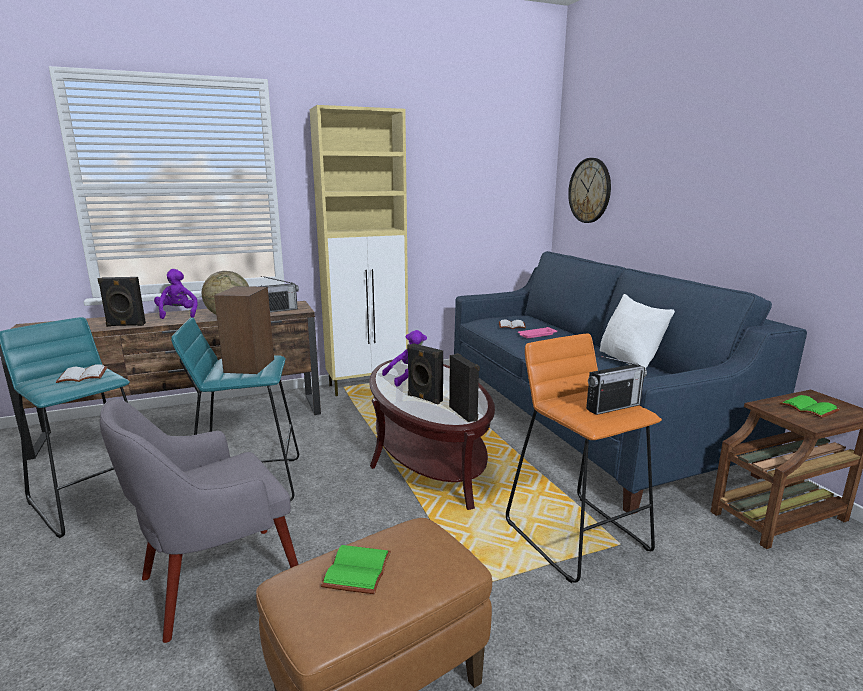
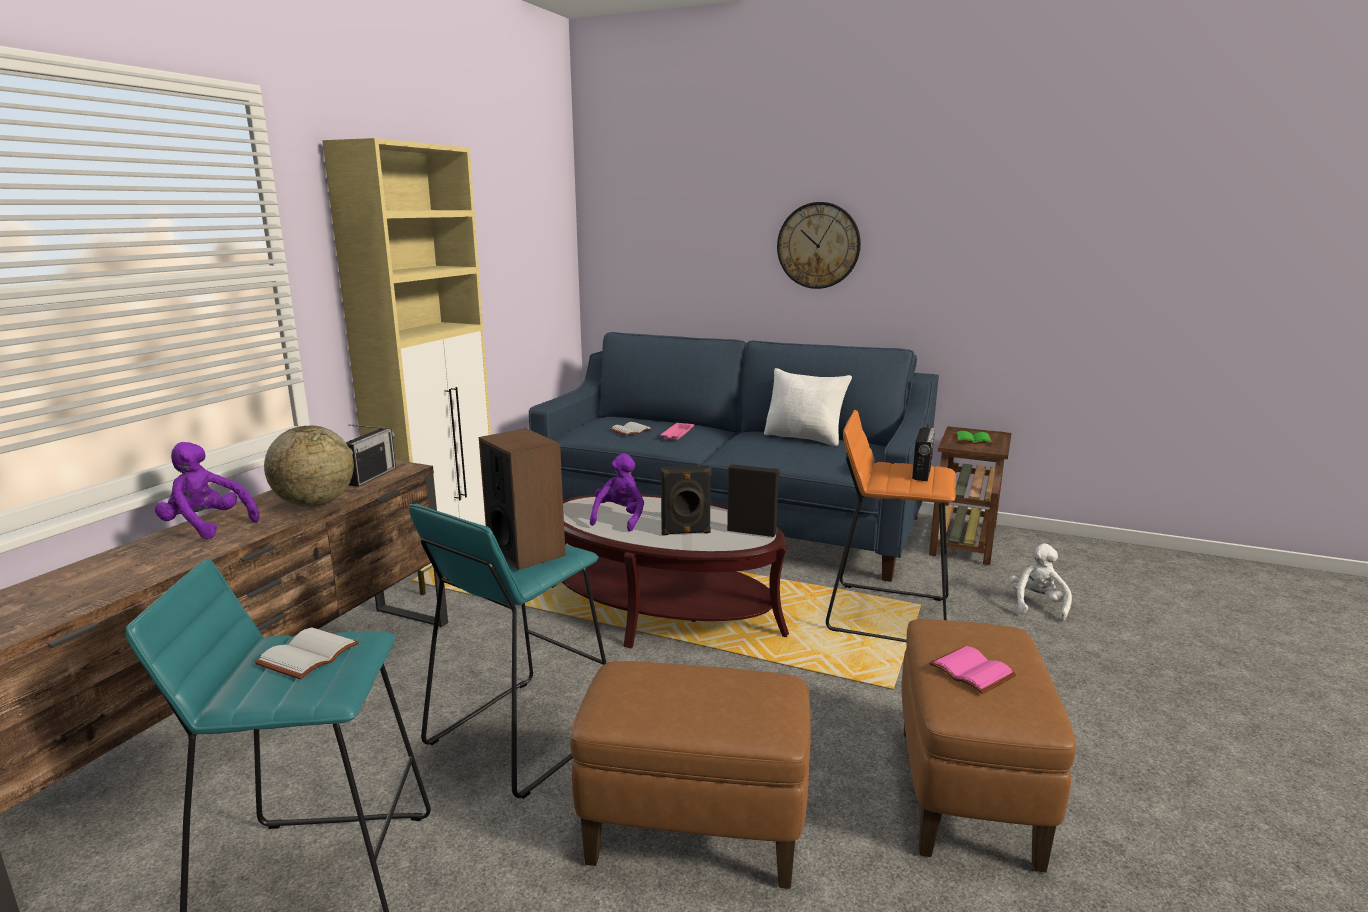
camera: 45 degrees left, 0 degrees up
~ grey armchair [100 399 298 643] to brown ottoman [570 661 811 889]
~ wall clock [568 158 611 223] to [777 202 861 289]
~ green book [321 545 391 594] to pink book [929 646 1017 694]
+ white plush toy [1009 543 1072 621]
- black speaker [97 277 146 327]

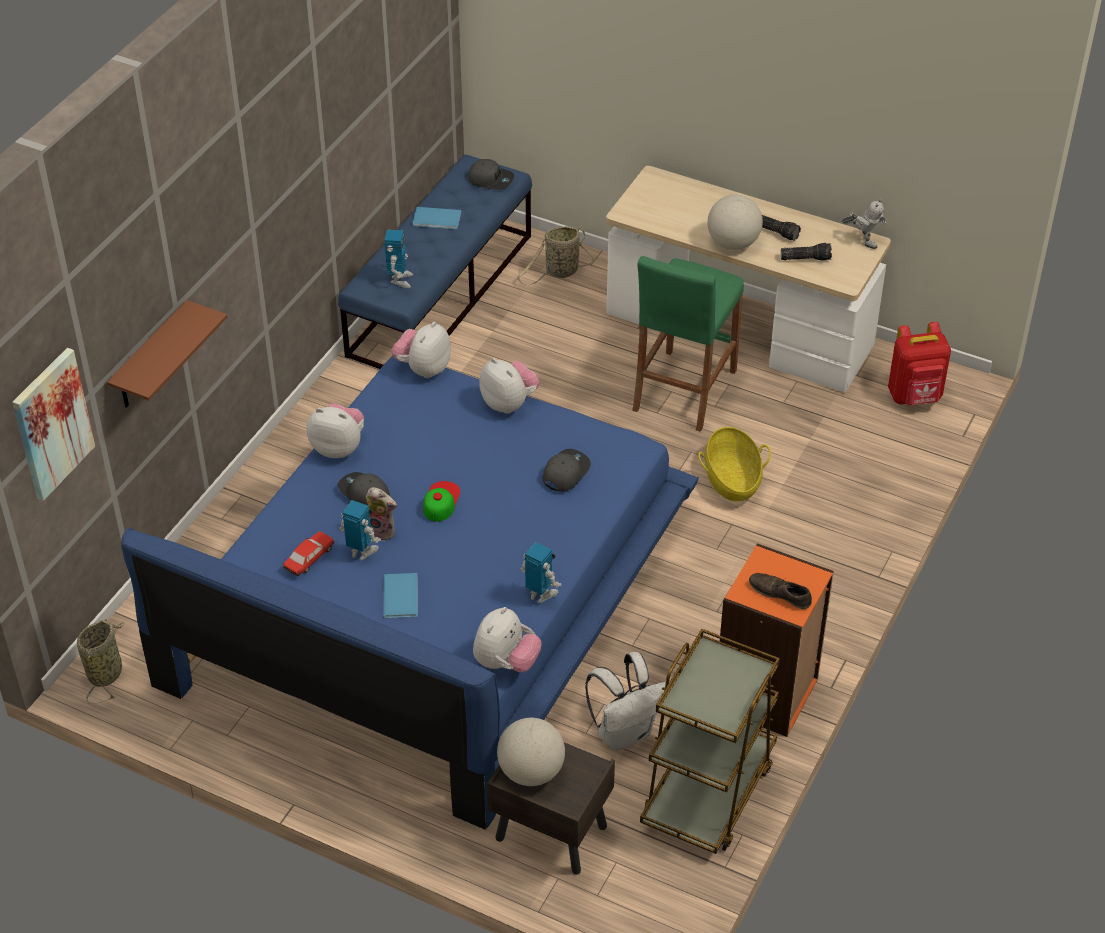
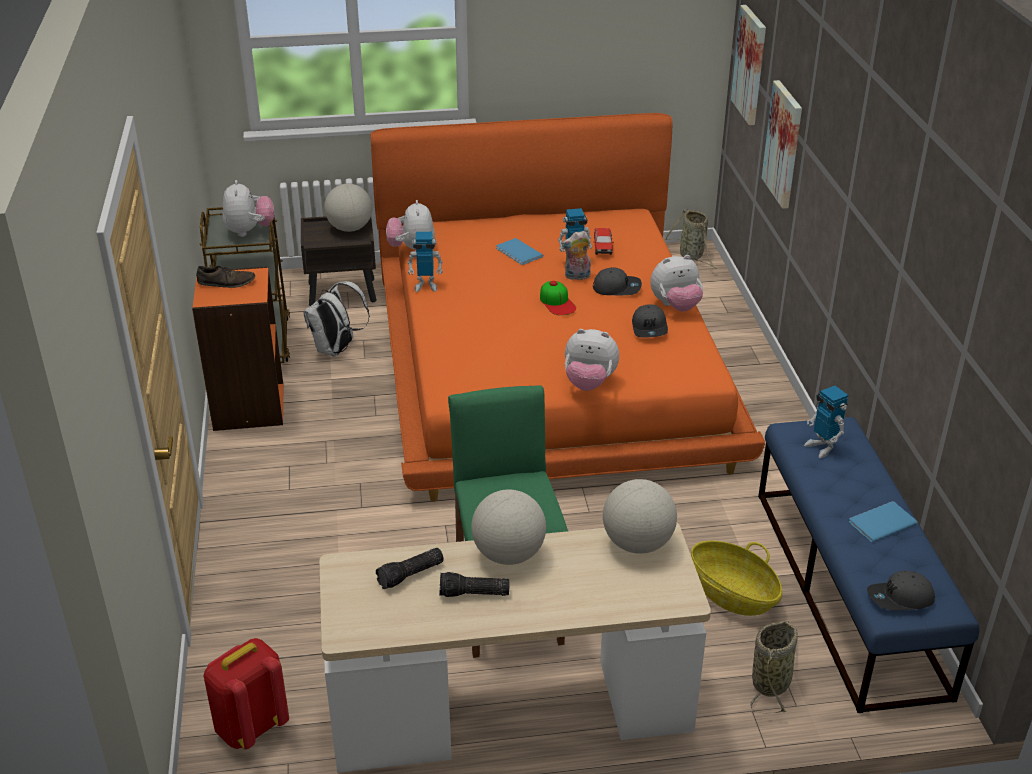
camera: 145 degrees right, 10 degrees down
~ plush toy [391 322 451 378] to [223 180 274 237]
~ blue bed [121 356 699 830] to orange bed [370 113 765 502]
+ globe [603 479 677 554]
~ grey cap [542 449 591 491] to [632 304 668 338]
~ basket [698 427 771 501] to [691 541 782 616]
~ brown shelf [107 300 227 408] to picture [762 80 802 209]
- toy robot [842 199 886 249]

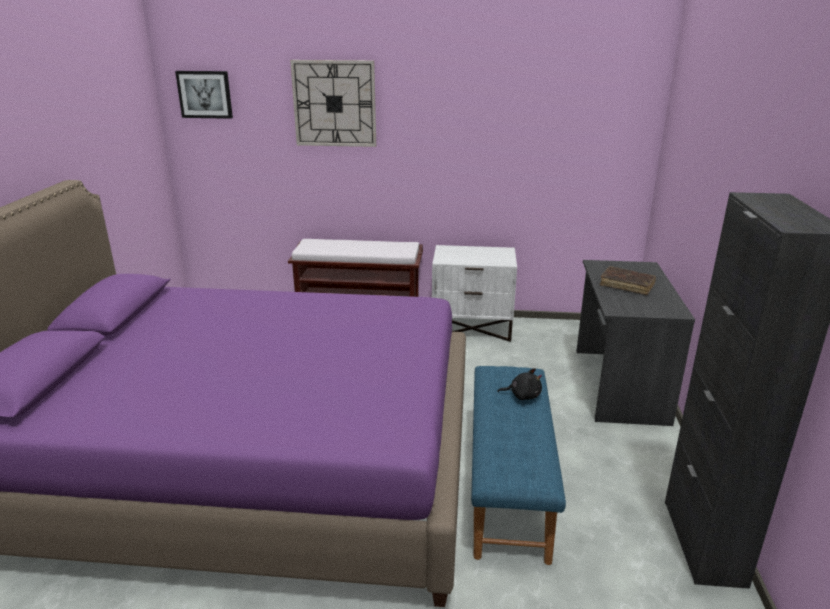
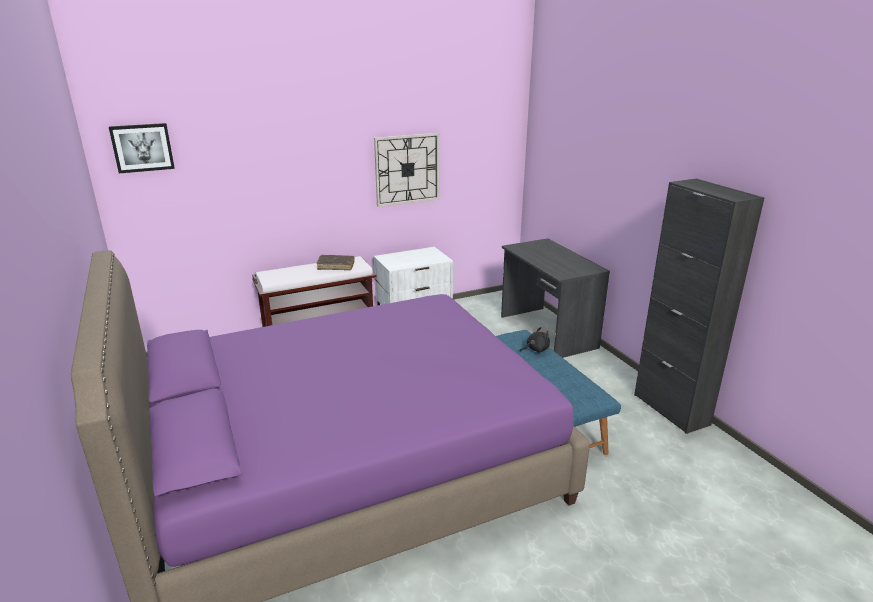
camera: 30 degrees left, 0 degrees up
~ brown book [600 266 656 295] to [317 255 355 270]
~ wall clock [290 60 376 147] to [374 133 439 207]

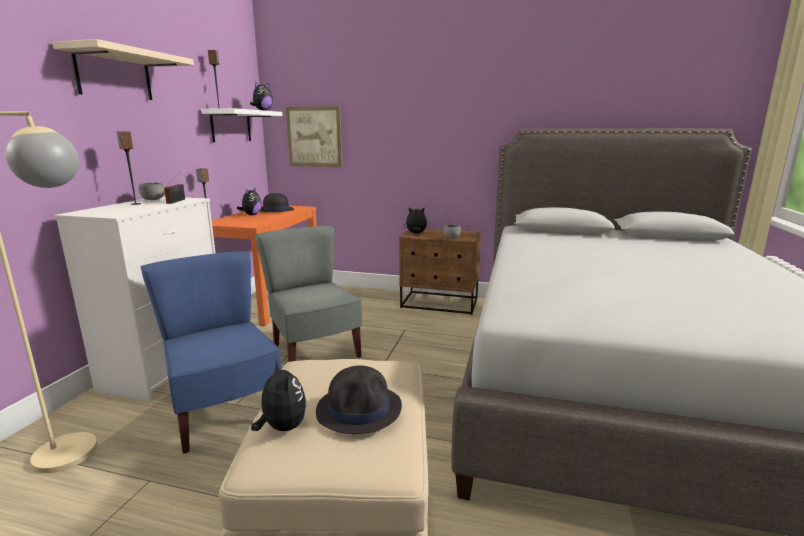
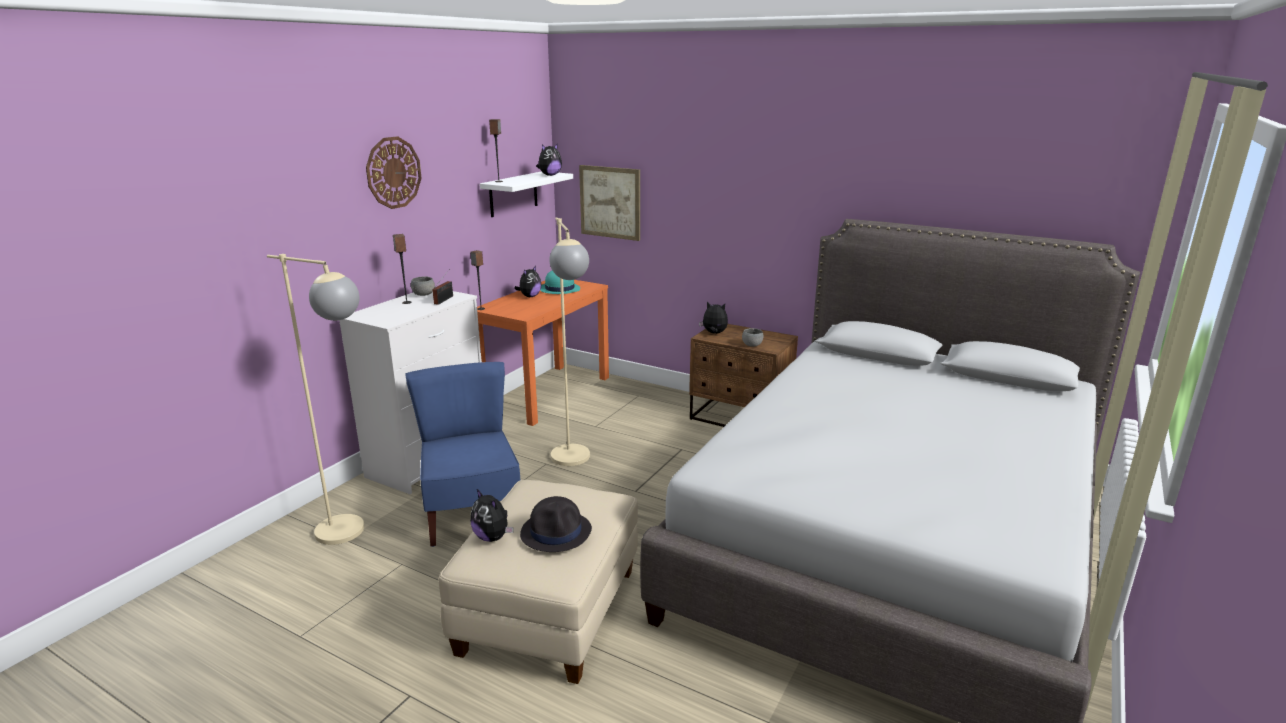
camera: 15 degrees right, 5 degrees up
~ beige shelf [52 39 194 100] to wall clock [366 136 422 209]
~ plush toy [251 361 307 431] = [470 489 514 542] 150 degrees clockwise
~ black hat [260 193 294 212] to turquoise hat [540 271 580 294]
~ grey chair [255 226 362 362] to beige floor lamp [549 217 590 466]

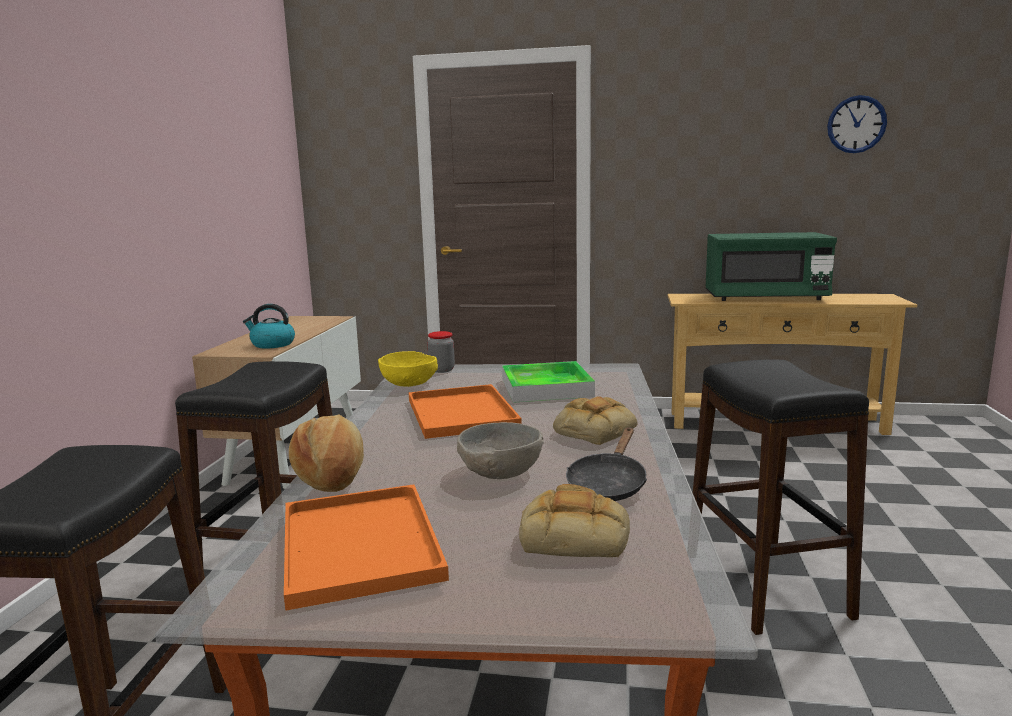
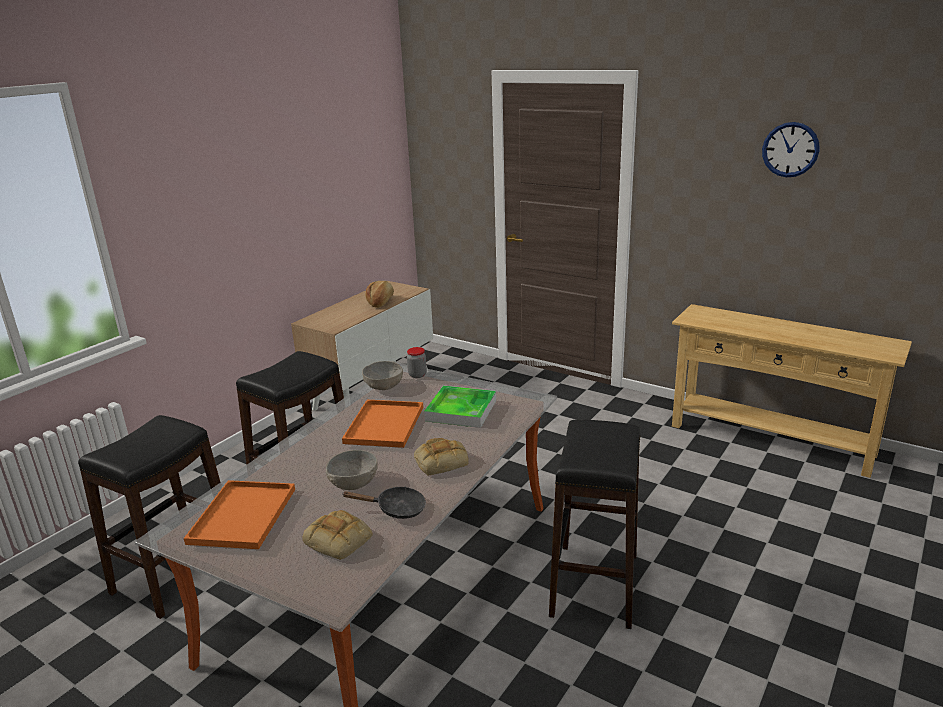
camera: 25 degrees right, 10 degrees up
~ black frying pan [566 428 647 501] = [343 487 426 519] 135 degrees counterclockwise
~ yellow bowl [378 351 438 387] to grey bowl [362 361 403 390]
~ bread [289 414 364 492] to [365 281 394 308]
~ wall clock [827 95 887 153] to [762 122 819 177]
- kettle [243 304 295 348]
- green microwave [706 232 837 301]

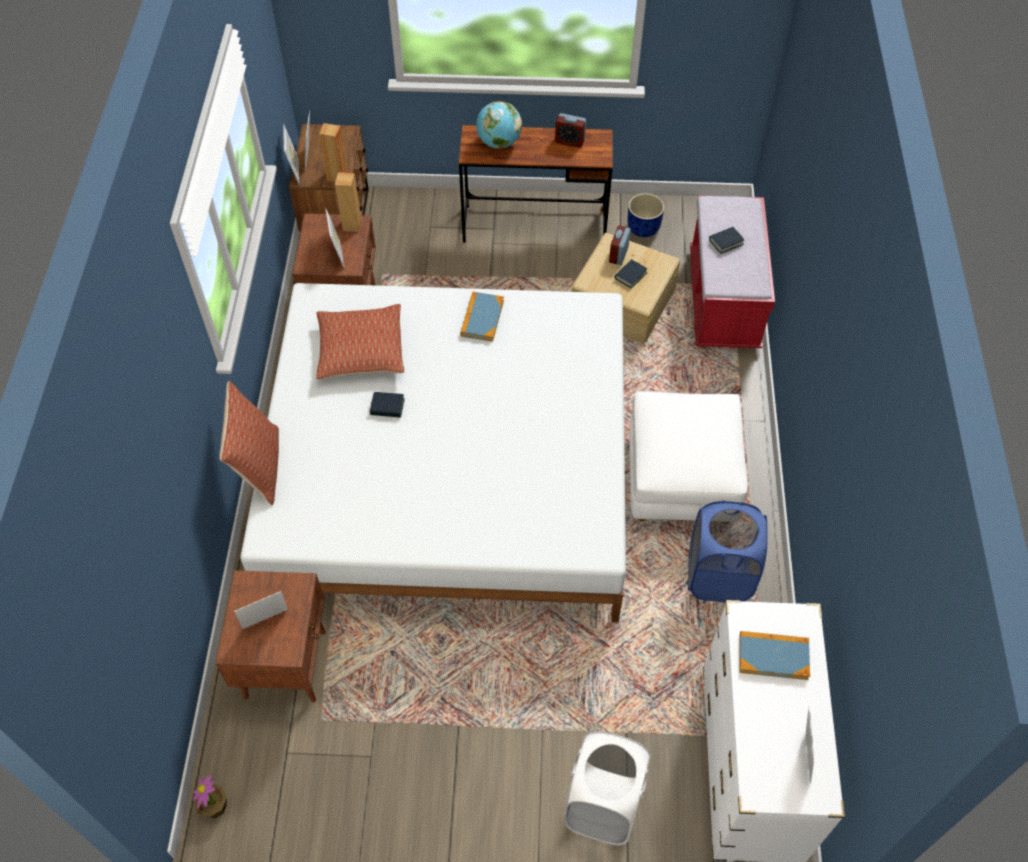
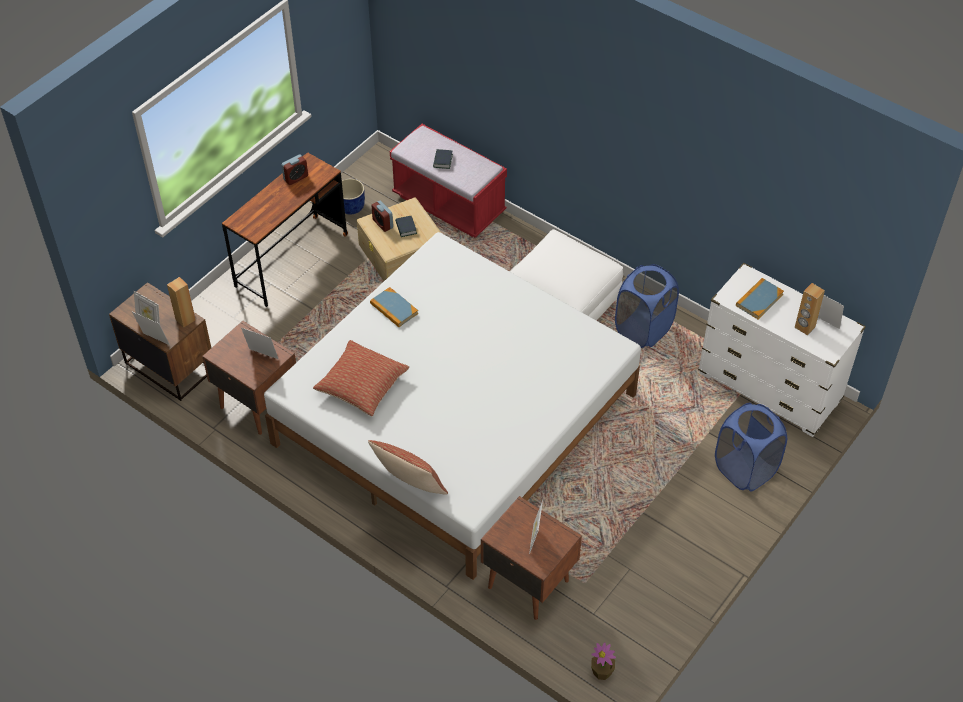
camera: 55 degrees left, 5 degrees down
~ white laundry basket [564 731 651 845] to blue laundry basket [715 403 787 491]
~ brown speaker [335 172 362 232] to [794 283 825 335]
- book [370 392 405 418]
- globe [476 101 522 149]

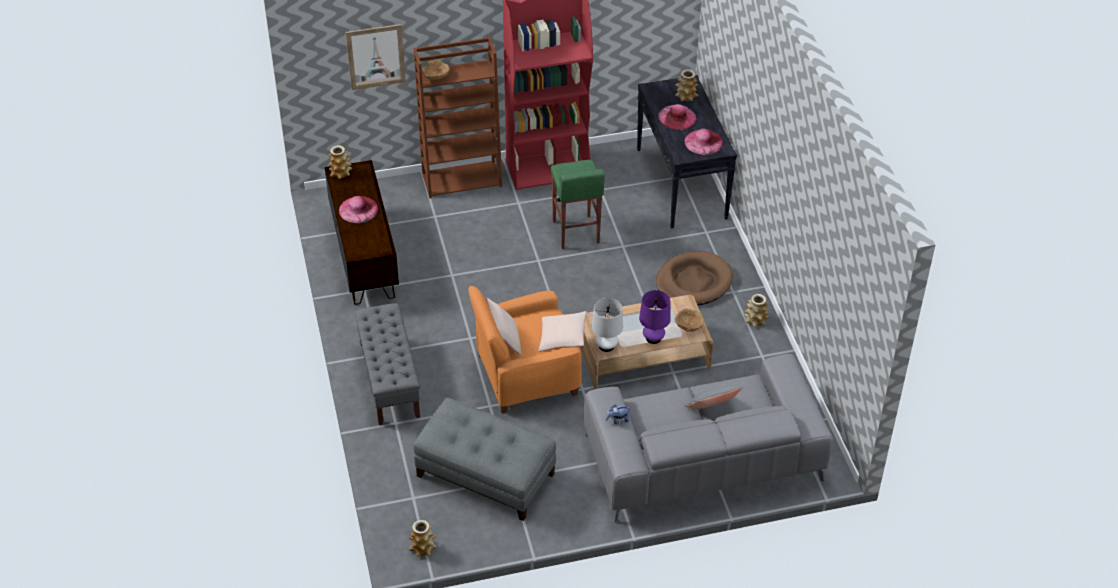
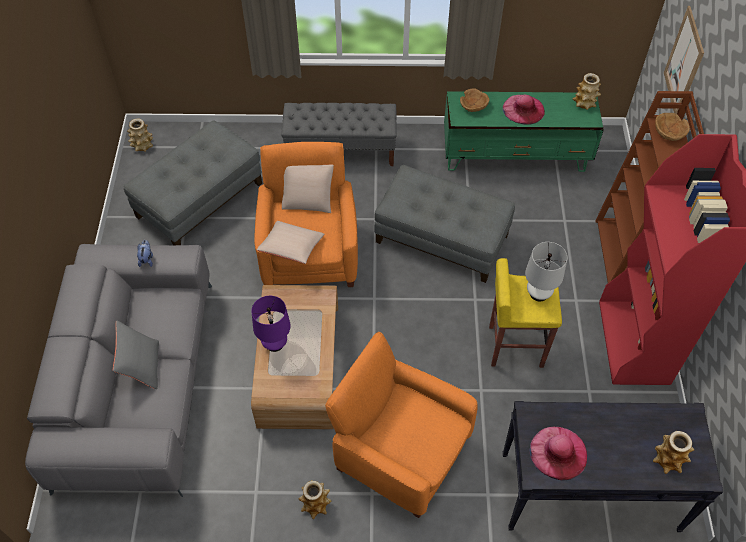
camera: 105 degrees right, 10 degrees up
~ brown dog bed [656 251 733 305] to orange armchair [325 332 478 518]
+ grey ottoman [374 165 515 283]
~ brown tv stand [325 160 399 305] to green tv stand [444 91 604 172]
~ brown bowl [675 308 704 332] to [460 88 489 112]
~ green stool [551 160 605 249] to yellow stool [489 258 562 368]
~ white table lamp [592 298 623 352] to [525 242 567 302]
- pink hat [658 104 696 130]

